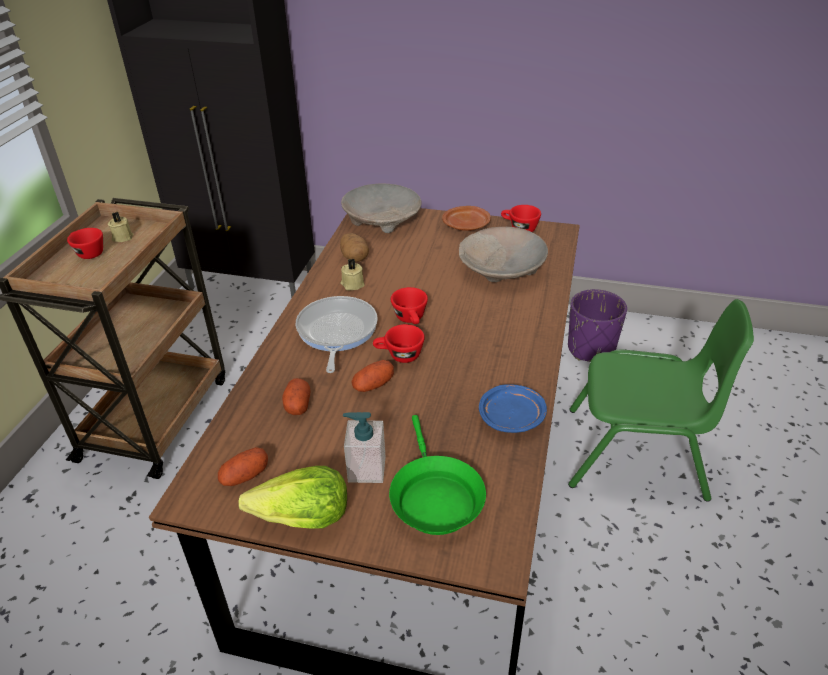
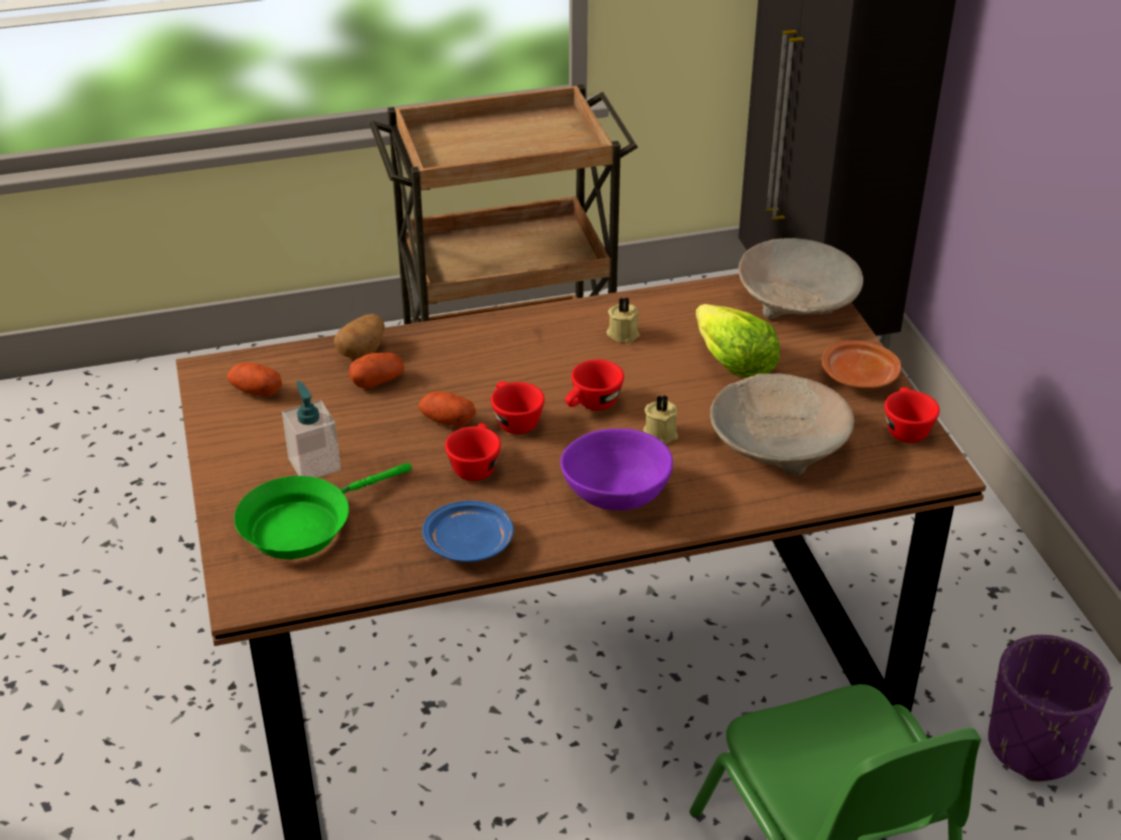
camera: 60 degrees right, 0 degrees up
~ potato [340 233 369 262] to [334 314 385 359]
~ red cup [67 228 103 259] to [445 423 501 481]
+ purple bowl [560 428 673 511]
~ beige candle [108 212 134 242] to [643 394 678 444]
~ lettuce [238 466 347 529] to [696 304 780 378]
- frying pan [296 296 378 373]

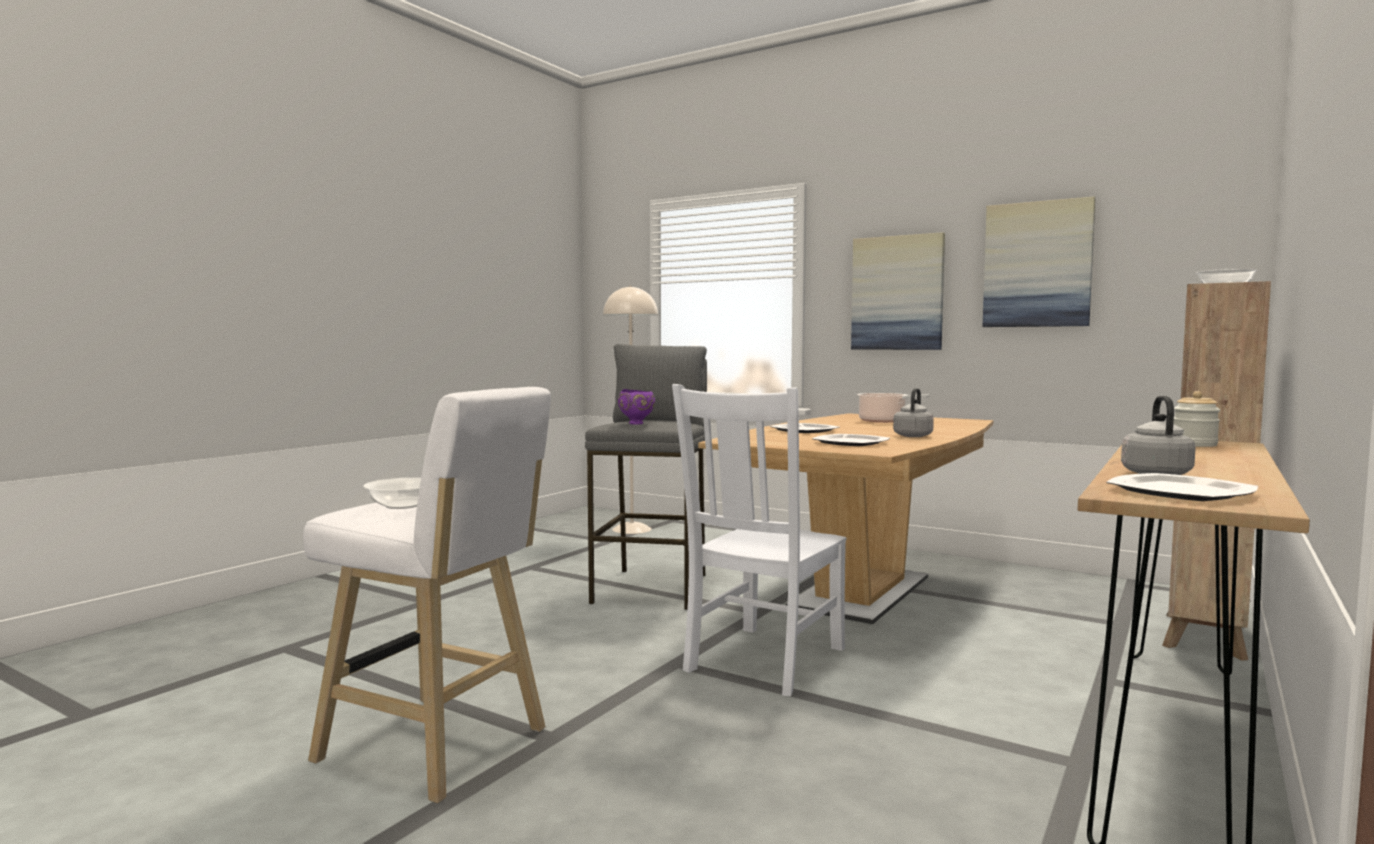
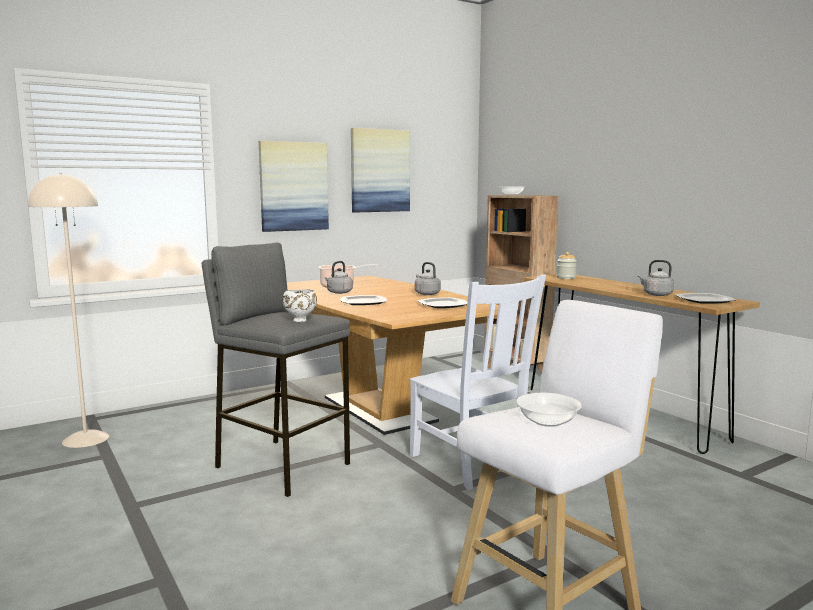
camera: 65 degrees left, 5 degrees up
~ purple bowl [618 389 655 425] to white bowl [282 289 317 322]
+ grey kettle [324 261 353 294]

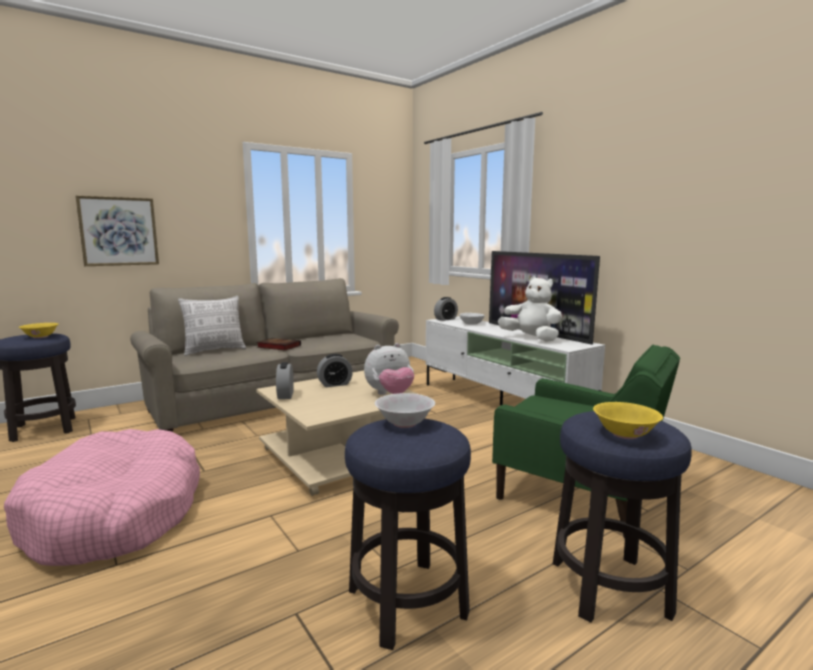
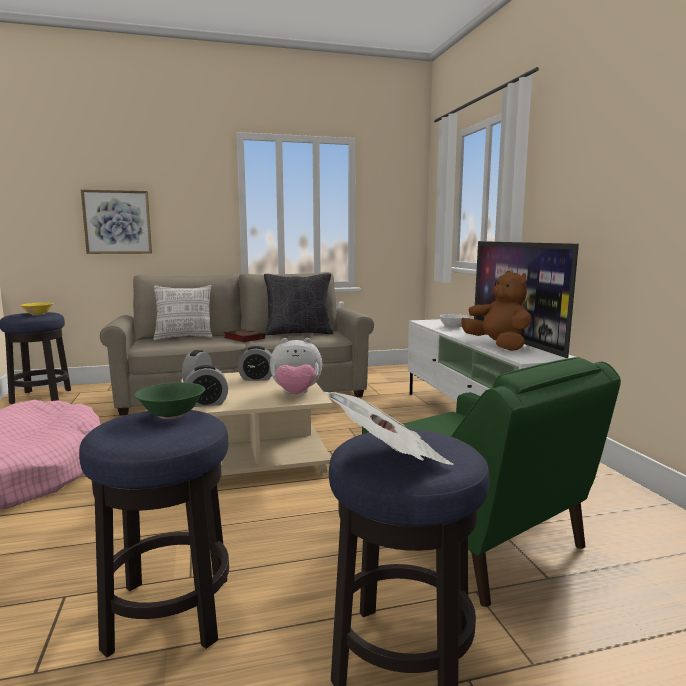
camera: 20 degrees right, 0 degrees up
~ white bowl [375 393 435 428] to green bowl [134 382 205 419]
~ alarm clock [434 297 458 321] to [185 365 228 407]
+ black pillow [264 273 333 335]
~ yellow bowl [593 402 663 439] to newspaper [323 392 454 465]
~ white plush toy [498 276 562 342] to brown plush toy [461 270 531 351]

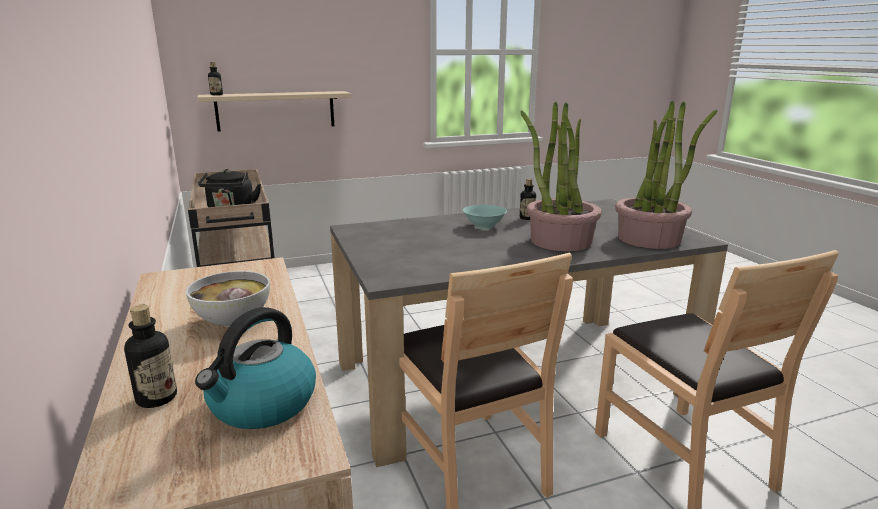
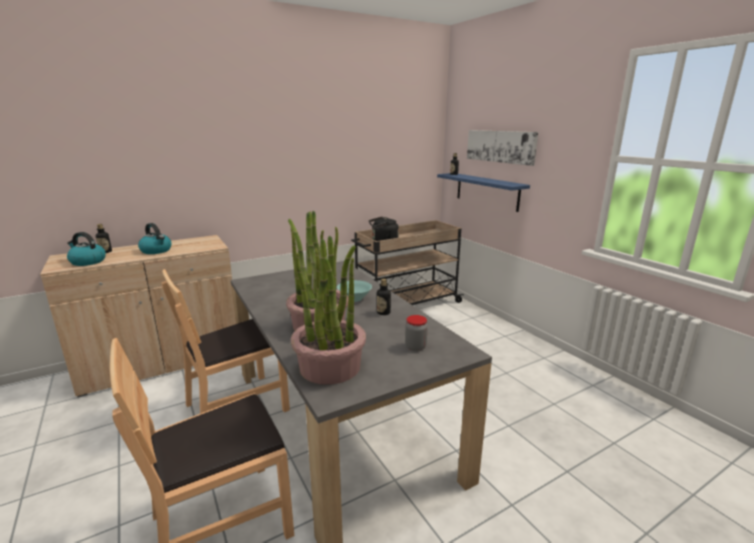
camera: 80 degrees right, 0 degrees up
~ bowl [186 271 270 327] to kettle [138 223 172 254]
+ jar [405 315 428 351]
~ beige shelf [197 91 351 131] to blue shelf [437 173 530 212]
+ picture [467 130 538 166]

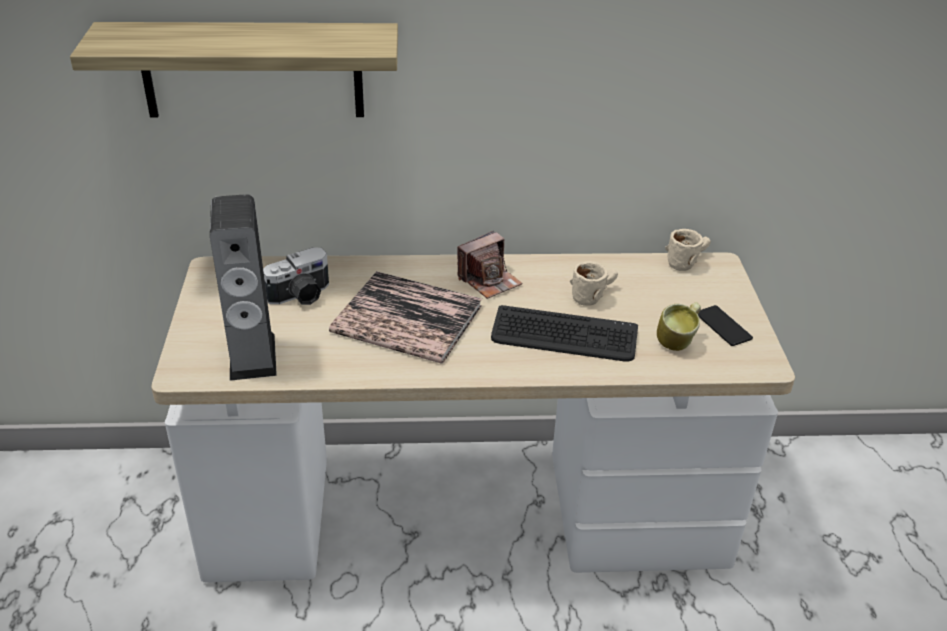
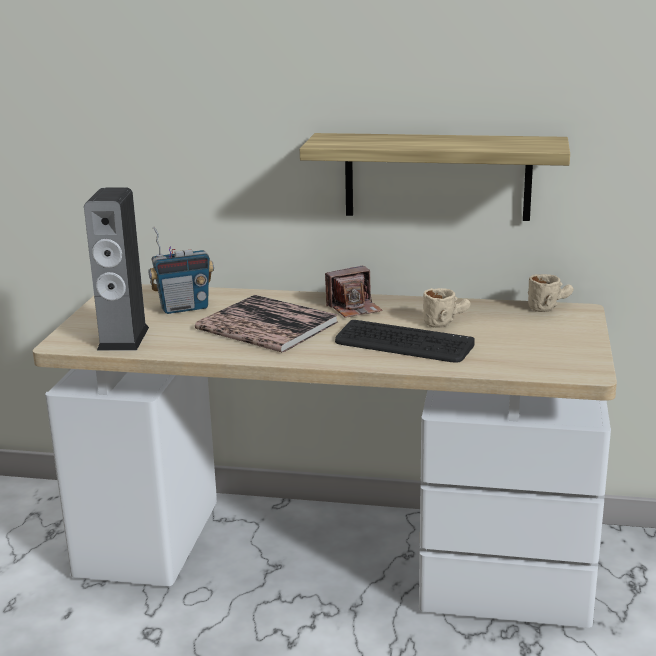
camera: 15 degrees right, 15 degrees down
~ photo camera [263 247 329 305] to radio [148 226 214 314]
~ shelf [70 22 398 117] to [300 133 570 221]
- mug [657 302 701 351]
- phone [698 305 753 346]

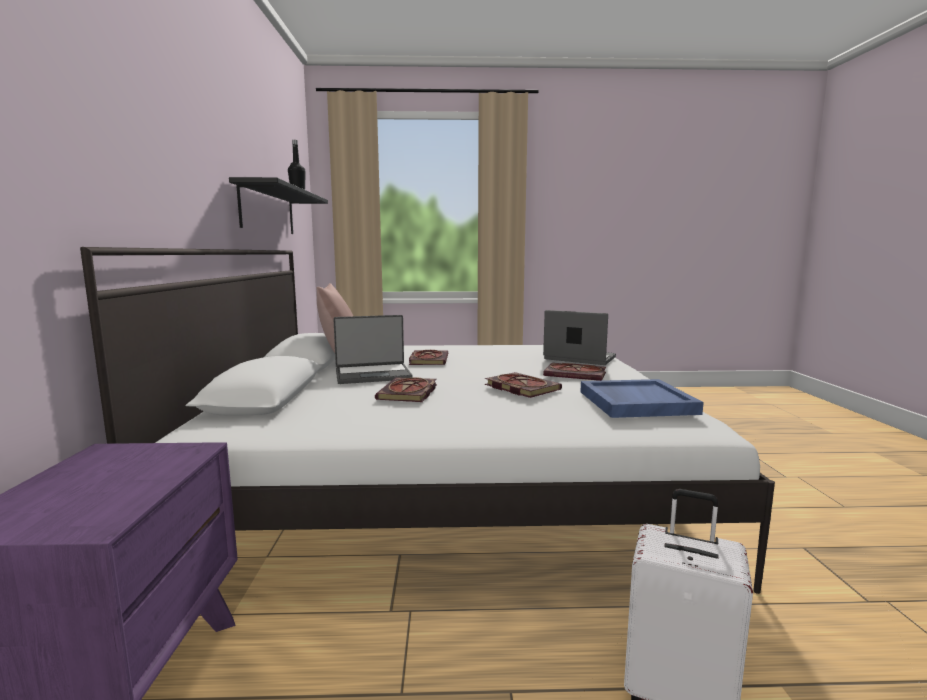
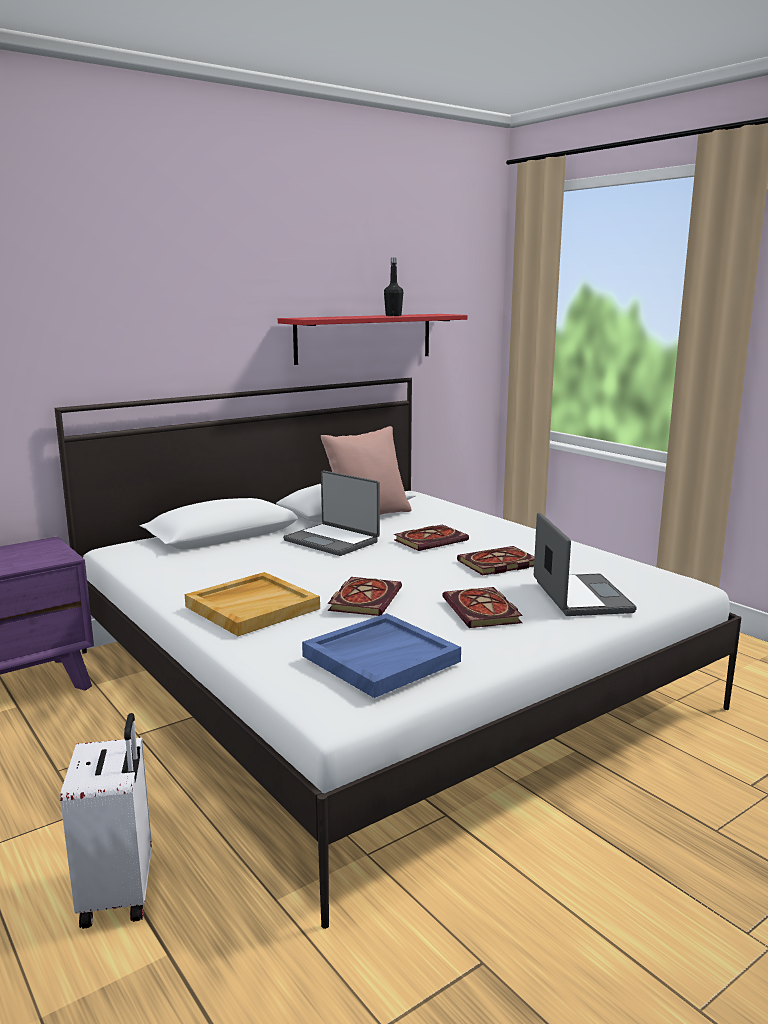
camera: 55 degrees right, 5 degrees up
+ beige tray [185 572 320 636]
~ black shelf [229 177 328 234] to red shelf [278 314 468 365]
~ book [375 377 437 402] to [457 546 535 575]

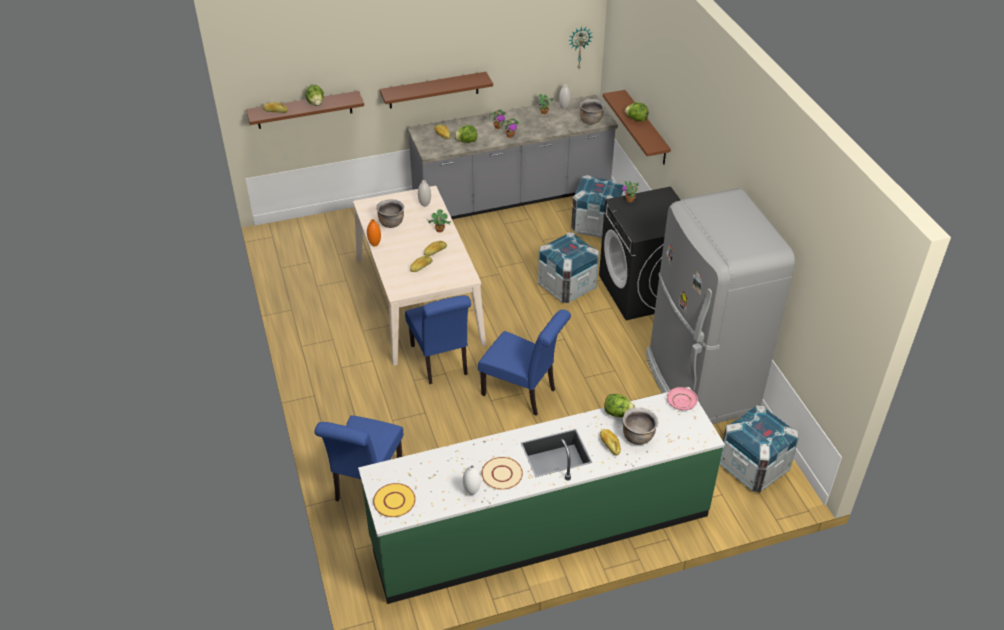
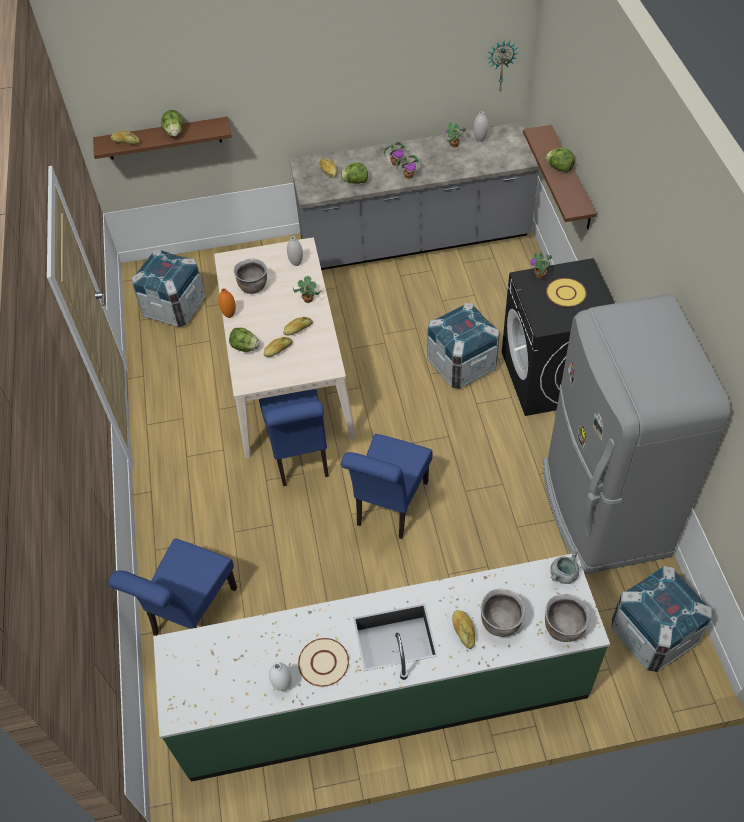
camera: 10 degrees right, 10 degrees up
~ crate [571 175 624 238] to [131 249 206 328]
~ lettuce [604 394 635 418] to [229 328 260 352]
~ blue chair [478 309 571 416] = [341 434 433 539] 75 degrees clockwise
~ brown cooking pot [580 99 605 125] to [545 594 591 642]
~ yellow plate [373 483 416 517] to [546 278 587 307]
~ pink plate [667 387 698 410] to grey cooking pot [550 549 579 584]
- brown shelf [380 72 493 108]

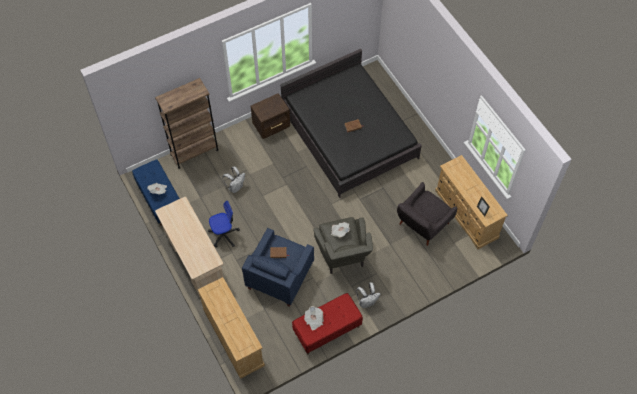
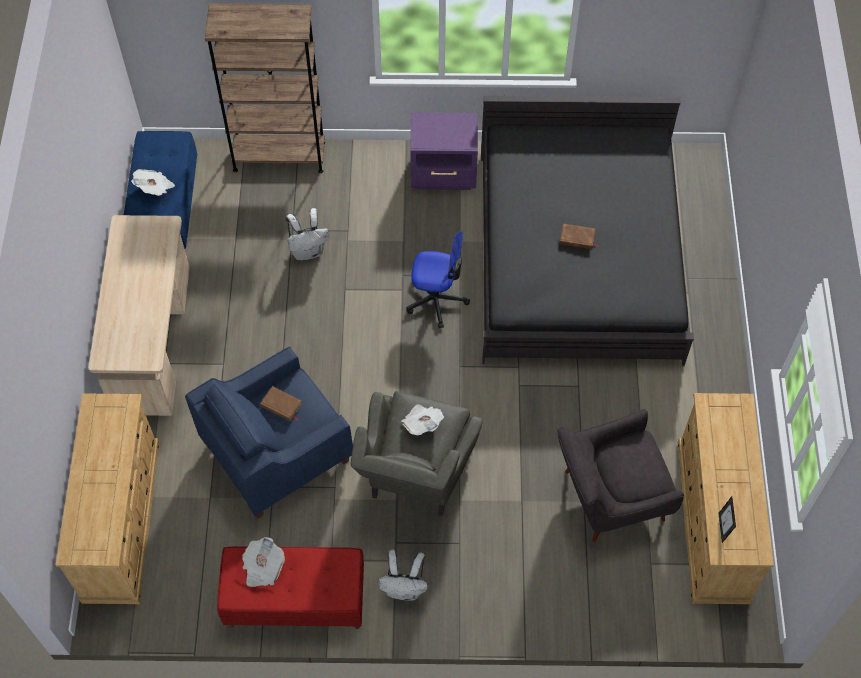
camera: 30 degrees right, 0 degrees up
~ office chair [208 201 240 247] to [407 231 470 328]
~ brown nightstand [251 93 290 139] to purple nightstand [410 112 478 190]

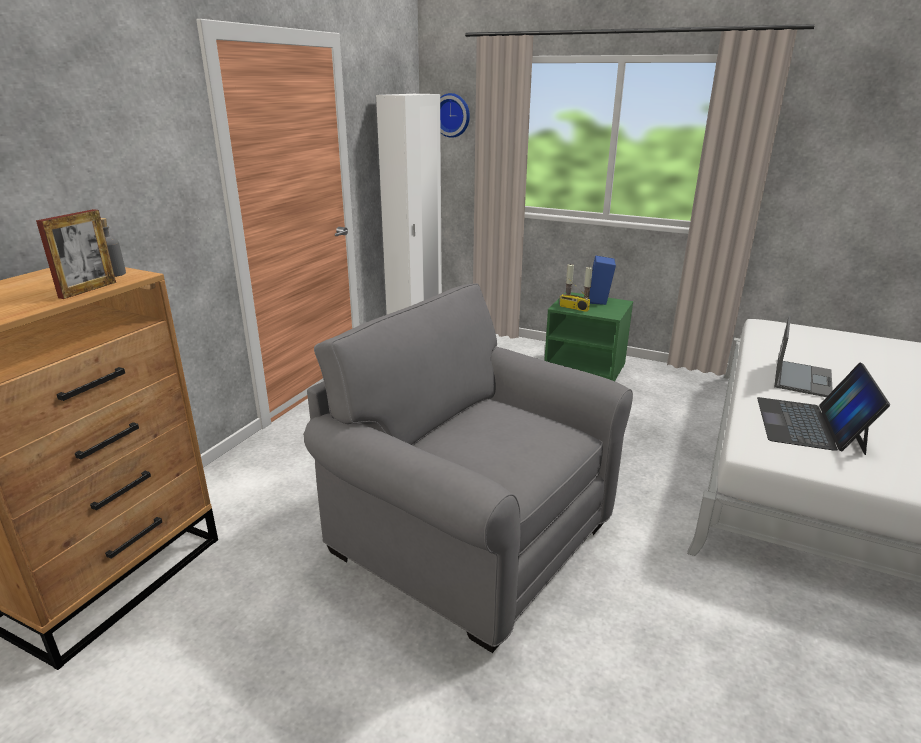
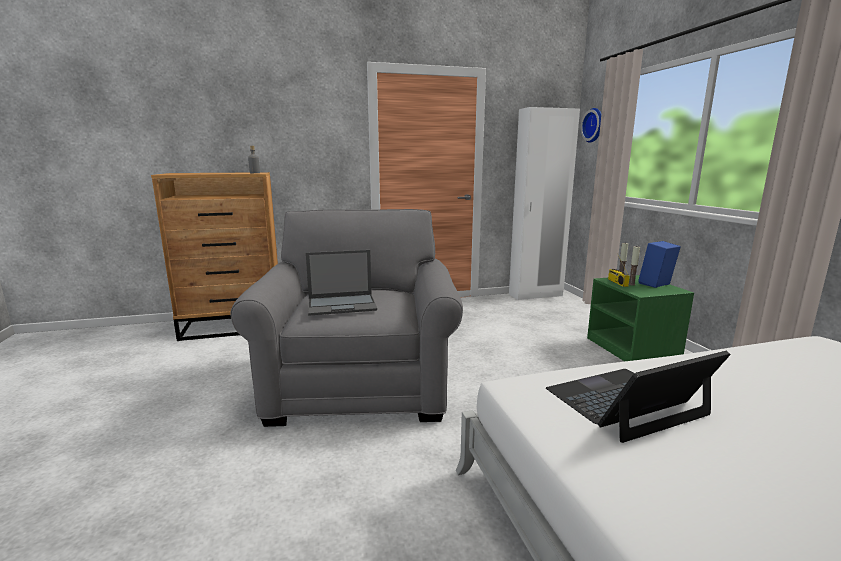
camera: 50 degrees right, 10 degrees down
~ laptop [774 316 833 397] to [306 250 377 316]
- picture frame [36 209 116 299]

